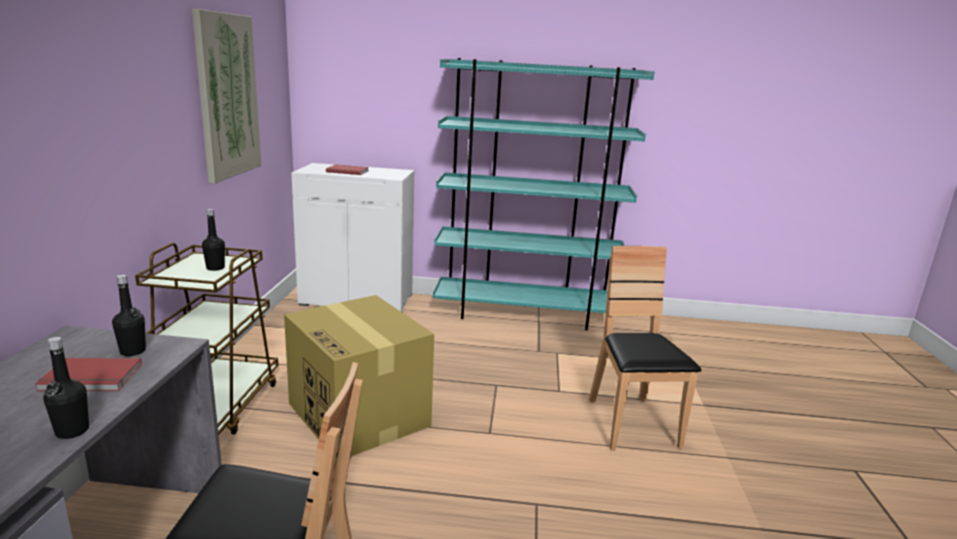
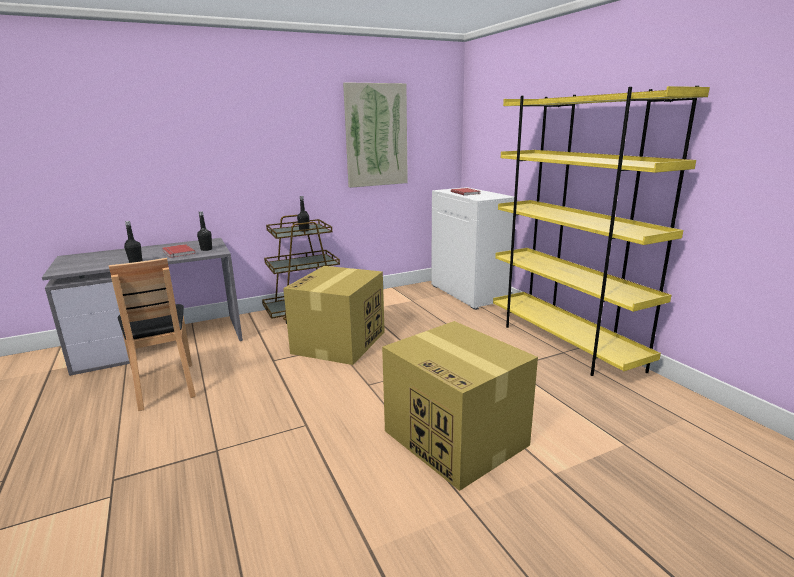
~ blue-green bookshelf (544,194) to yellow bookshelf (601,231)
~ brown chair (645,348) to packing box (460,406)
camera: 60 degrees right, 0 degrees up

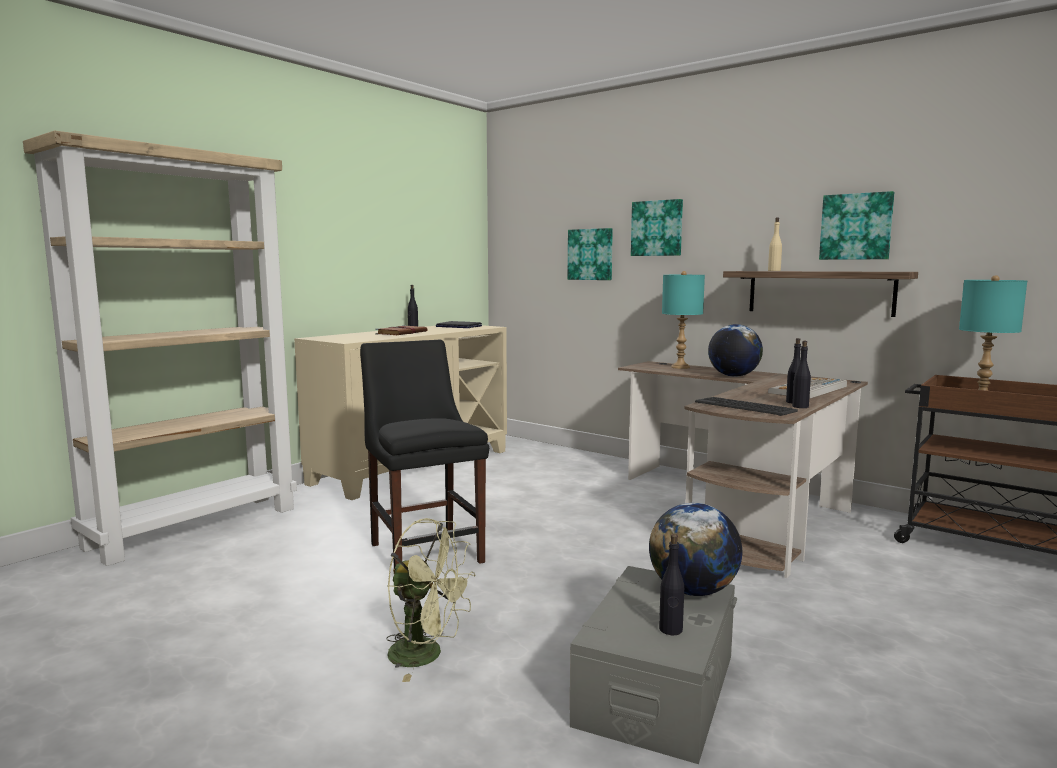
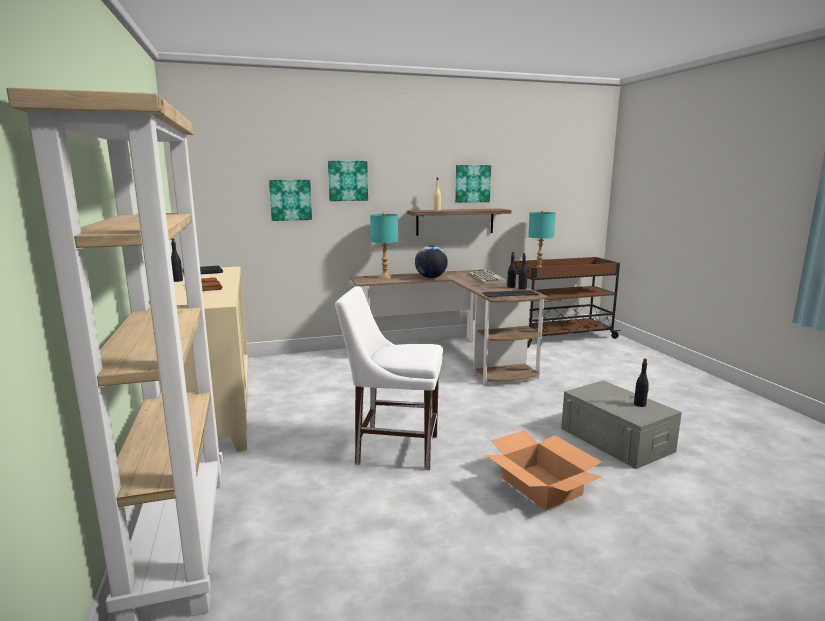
~ black-coloured chair (424,454) to white chair (389,378)
~ green-coloured electric fan (431,600) to packing box (544,470)
- globe (695,549)
camera: 55 degrees left, 5 degrees up

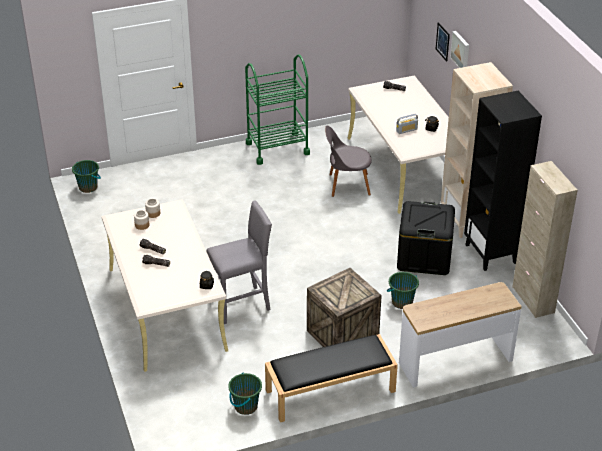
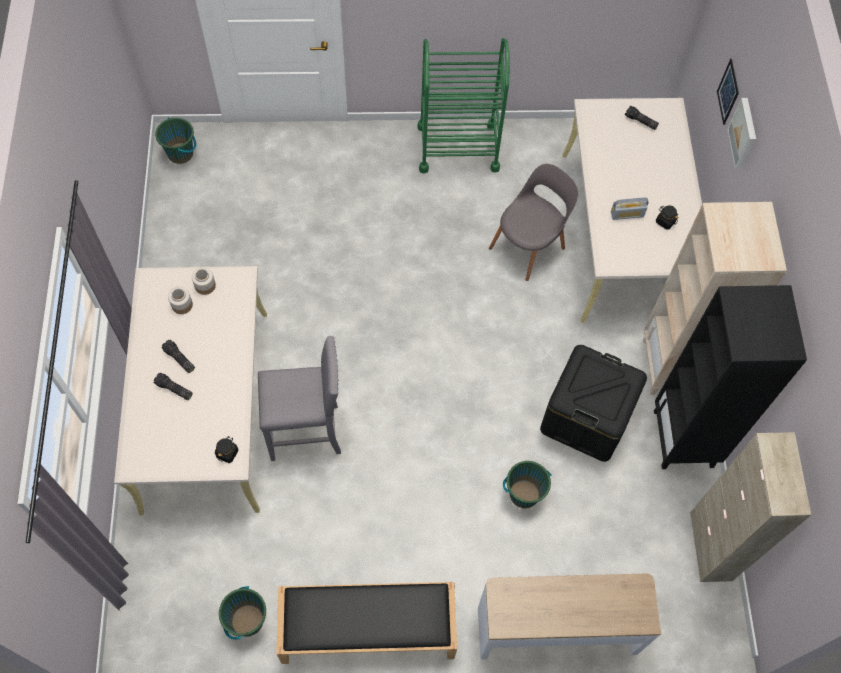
- shipping crate (344,307)
~ greyish chair (348,161) = (533,222) 120 degrees clockwise
camera: 15 degrees right, 25 degrees up

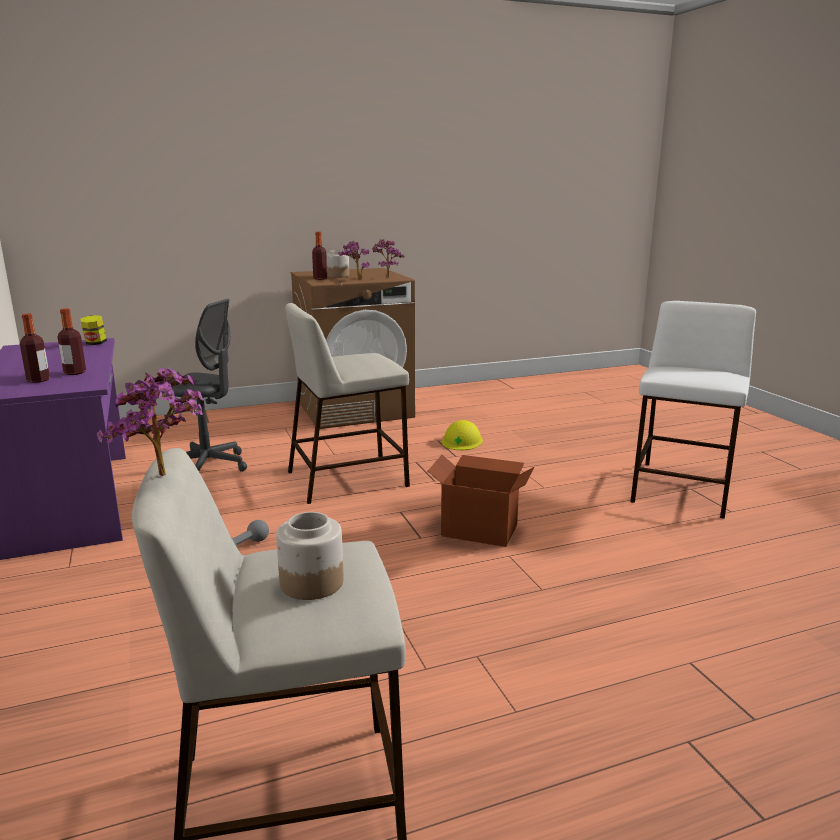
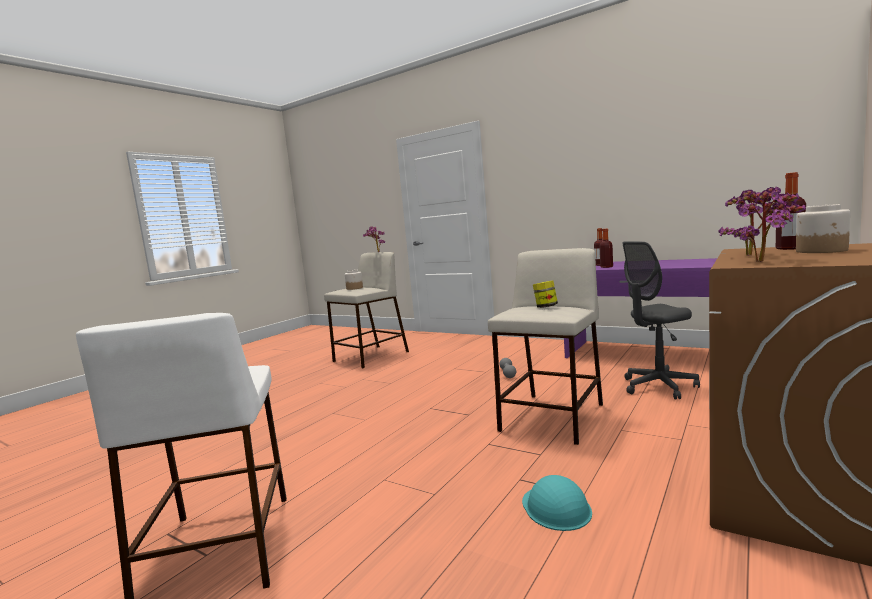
~ preserve jar (93,330) to (545,294)
- packing box (481,501)
~ yellow work helmet (462,435) to blue-green work helmet (557,503)
camera: 145 degrees right, 10 degrees down

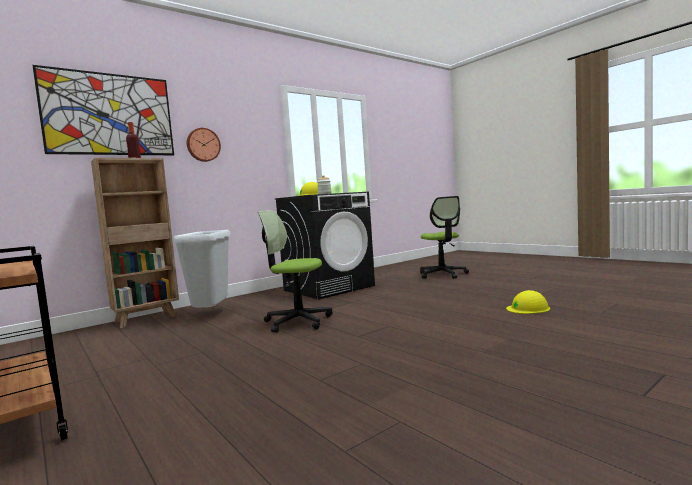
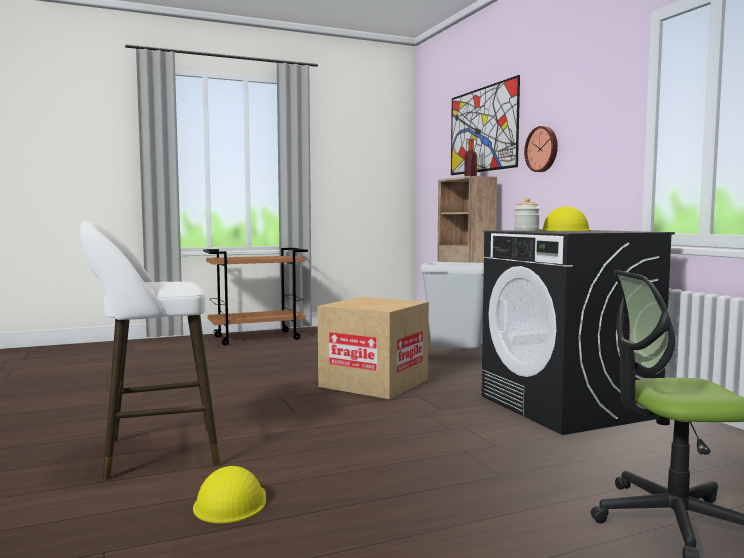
~ office chair (295,271) to packing box (373,348)
+ white stool seat (150,350)
camera: 105 degrees right, 0 degrees up

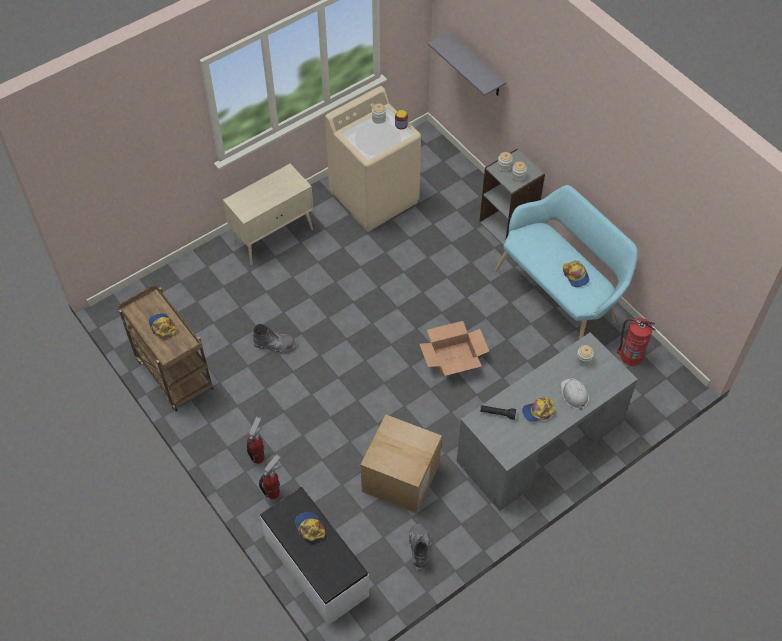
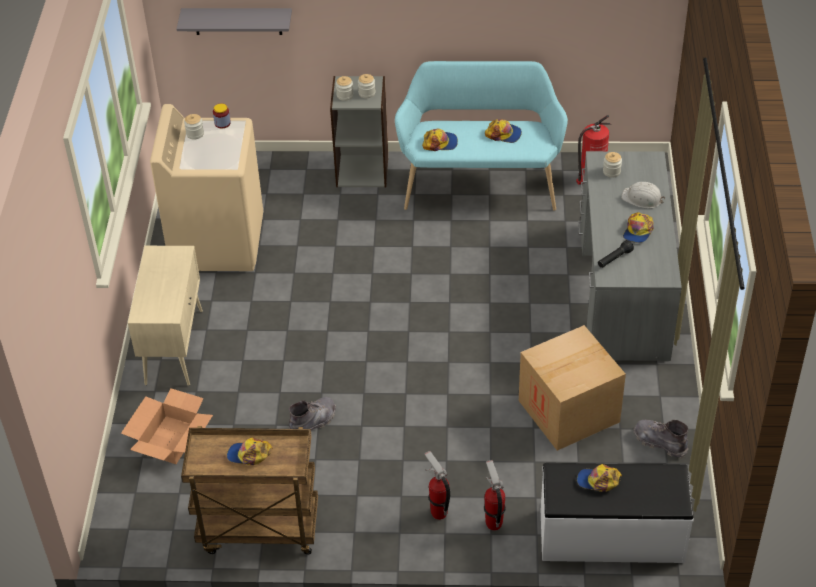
~ packing box (454,348) to (167,426)
+ peaked cap (440,140)
camera: 50 degrees left, 10 degrees down

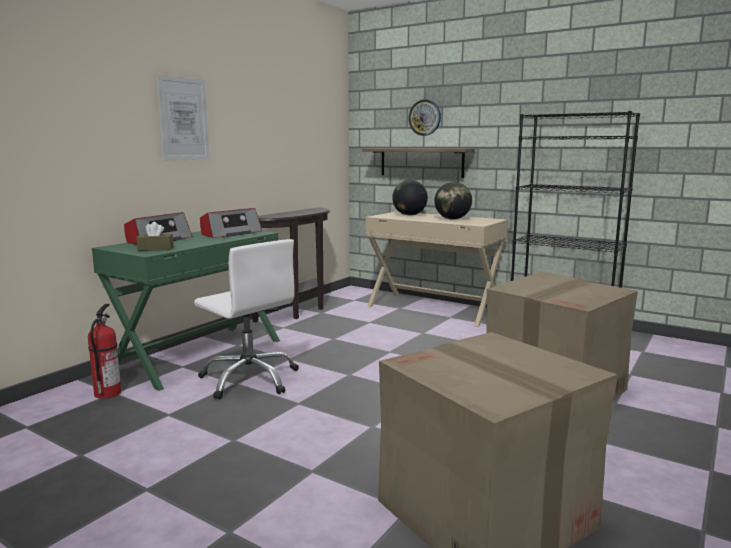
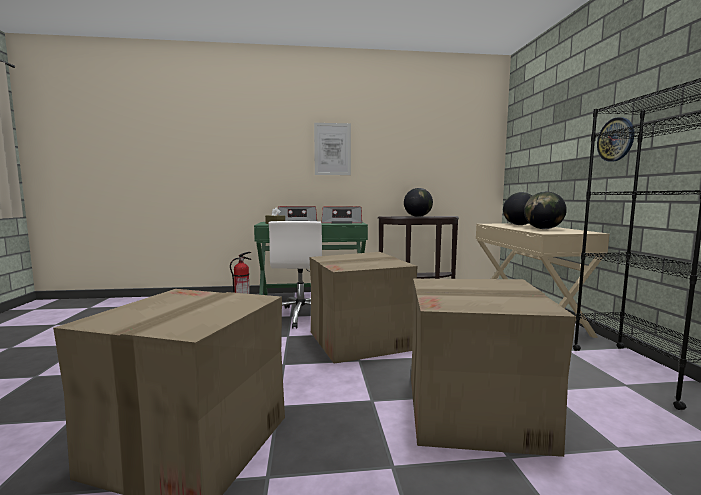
- shelf (418,163)
~ wall clock (425,118) to (615,139)
+ packing box (363,308)
+ globe (418,202)
camera: 50 degrees right, 5 degrees down

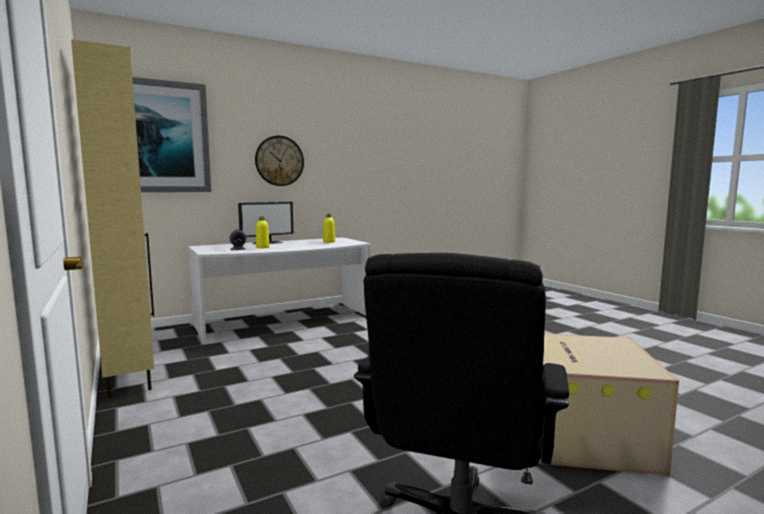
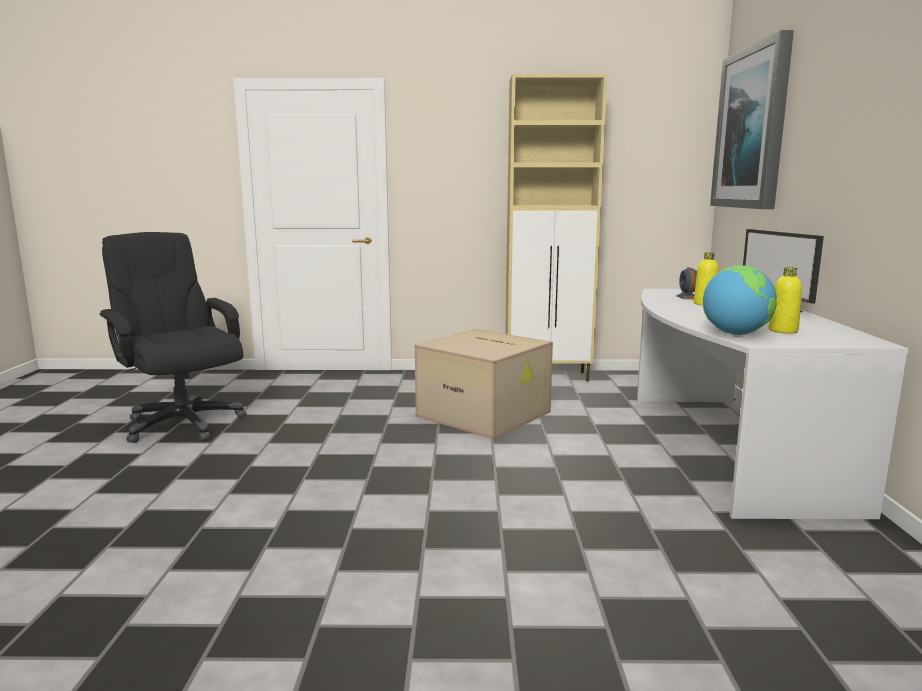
- wall clock (279,161)
~ packing box (608,405) to (484,384)
+ globe (739,300)
camera: 120 degrees right, 5 degrees up

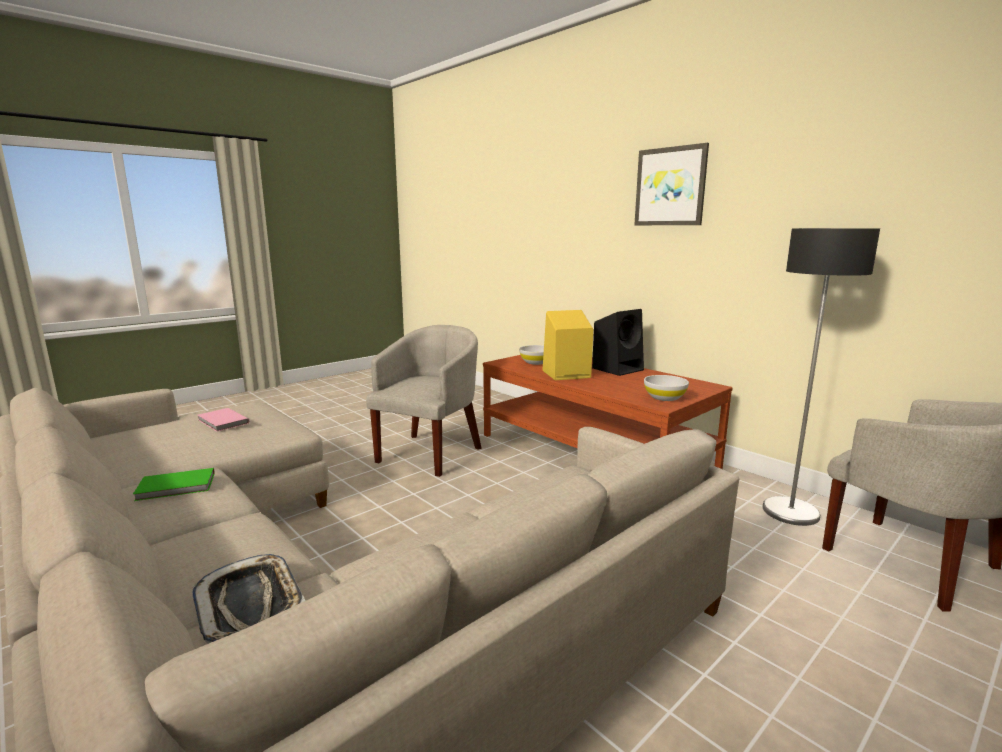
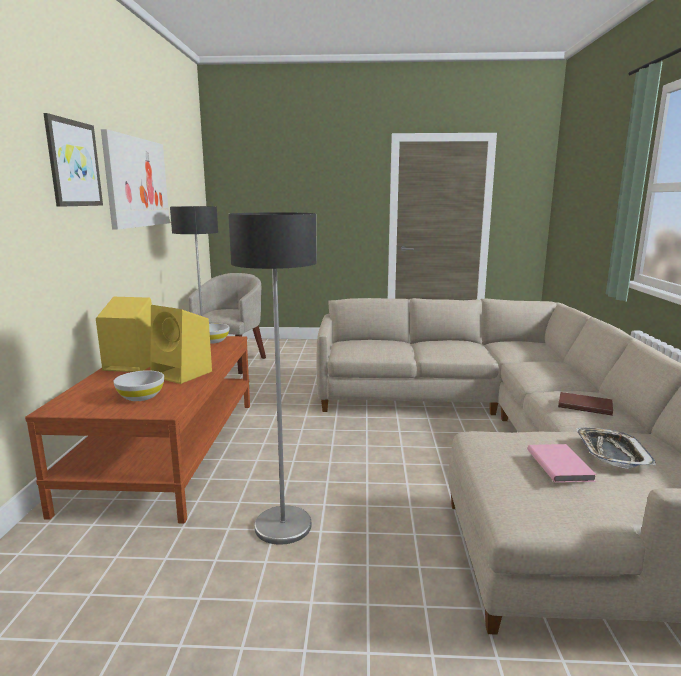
~ green-coloured volume (174,484) to brown volume (585,404)
~ tray (249,599) to (616,448)
~ beige-coloured armchair (424,401) to standing lamp (272,378)
~ black-coloured speaker (618,342) to yellow speaker (124,334)
+ wall art (135,179)
camera: 135 degrees left, 0 degrees up

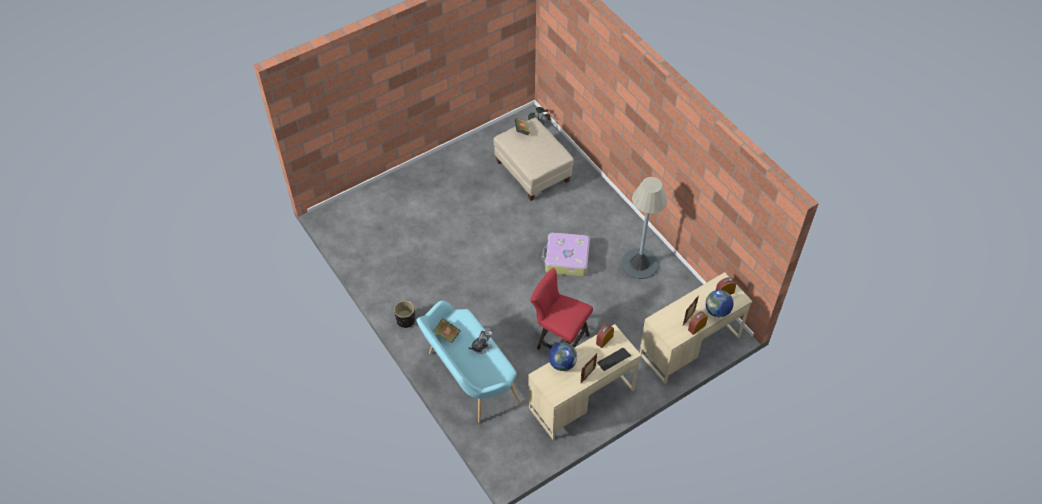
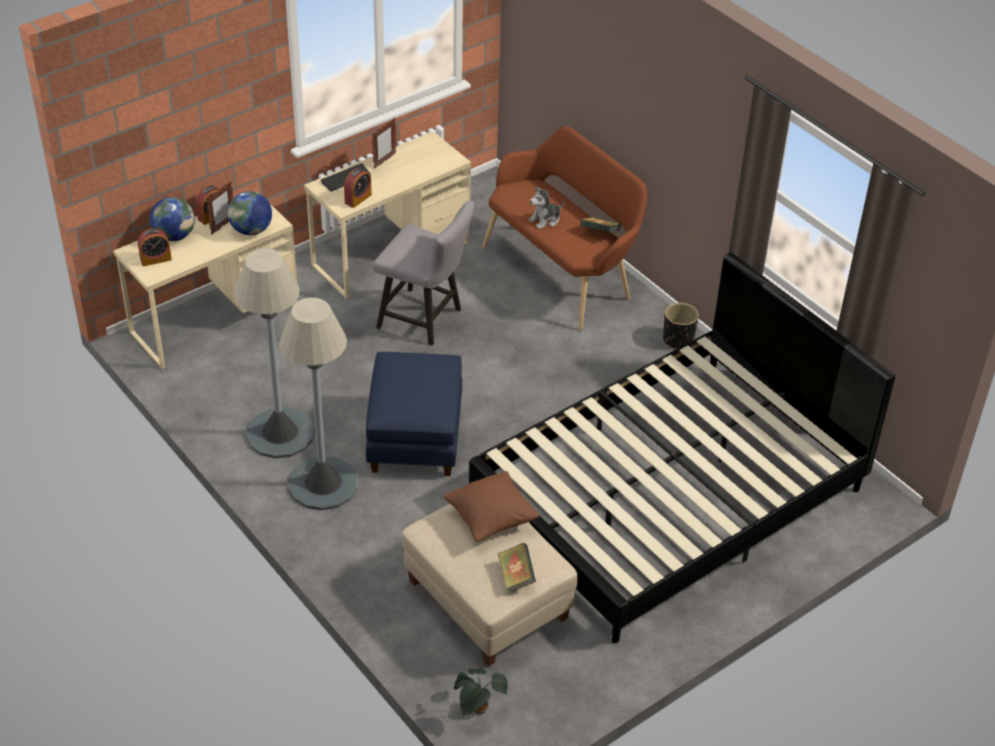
~ blue-green long seat (468,361) to brown long seat (564,228)
~ reddish chair (561,309) to greyish chair (424,273)
~ suitcase (566,254) to blue-coloured footrest (414,414)
~ globe (563,356) to (250,213)
+ greyish standing lamp (318,404)
+ brown cushion (491,506)
+ black-coloured sleeping bed (682,447)
camera: 175 degrees right, 10 degrees down

